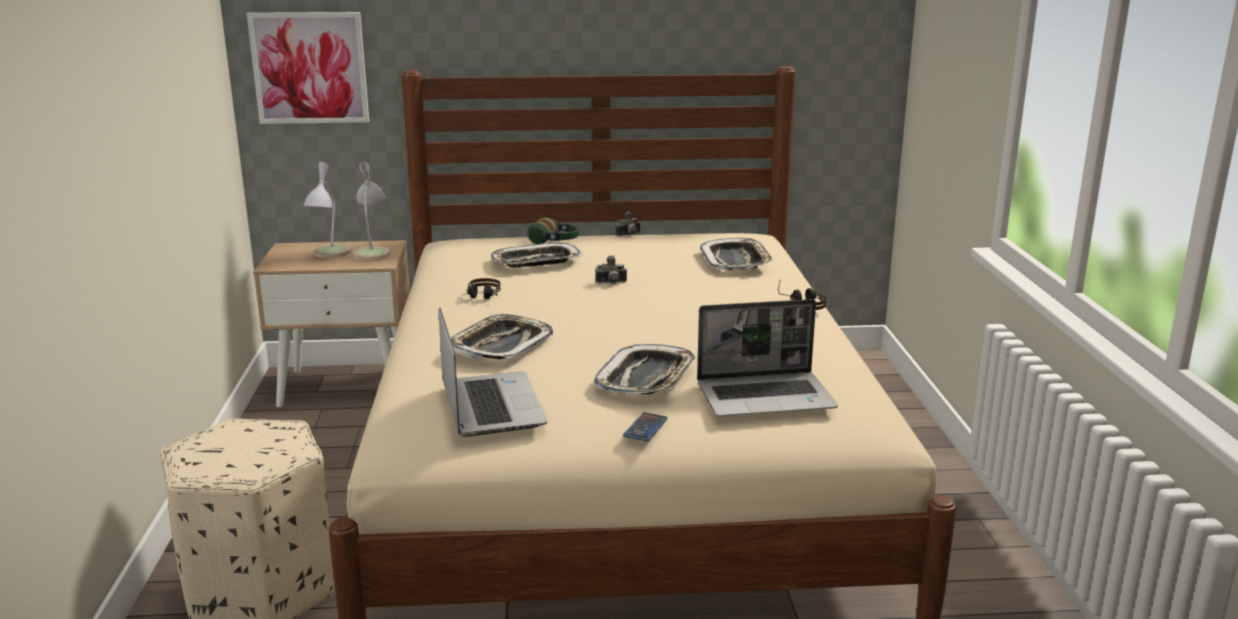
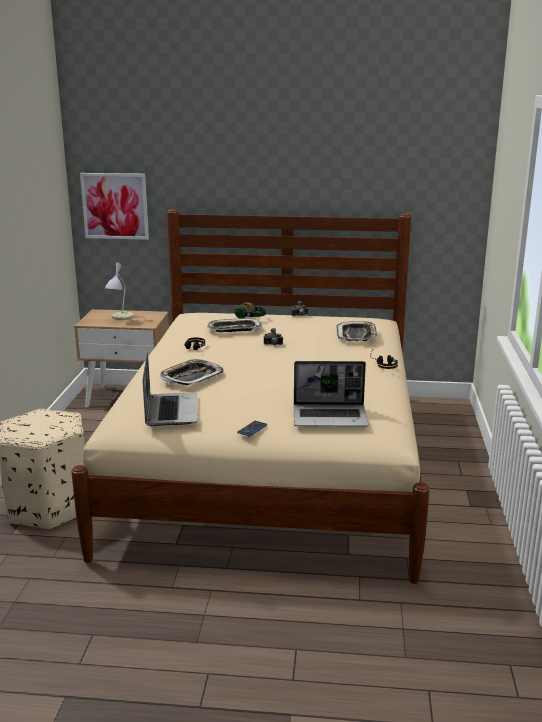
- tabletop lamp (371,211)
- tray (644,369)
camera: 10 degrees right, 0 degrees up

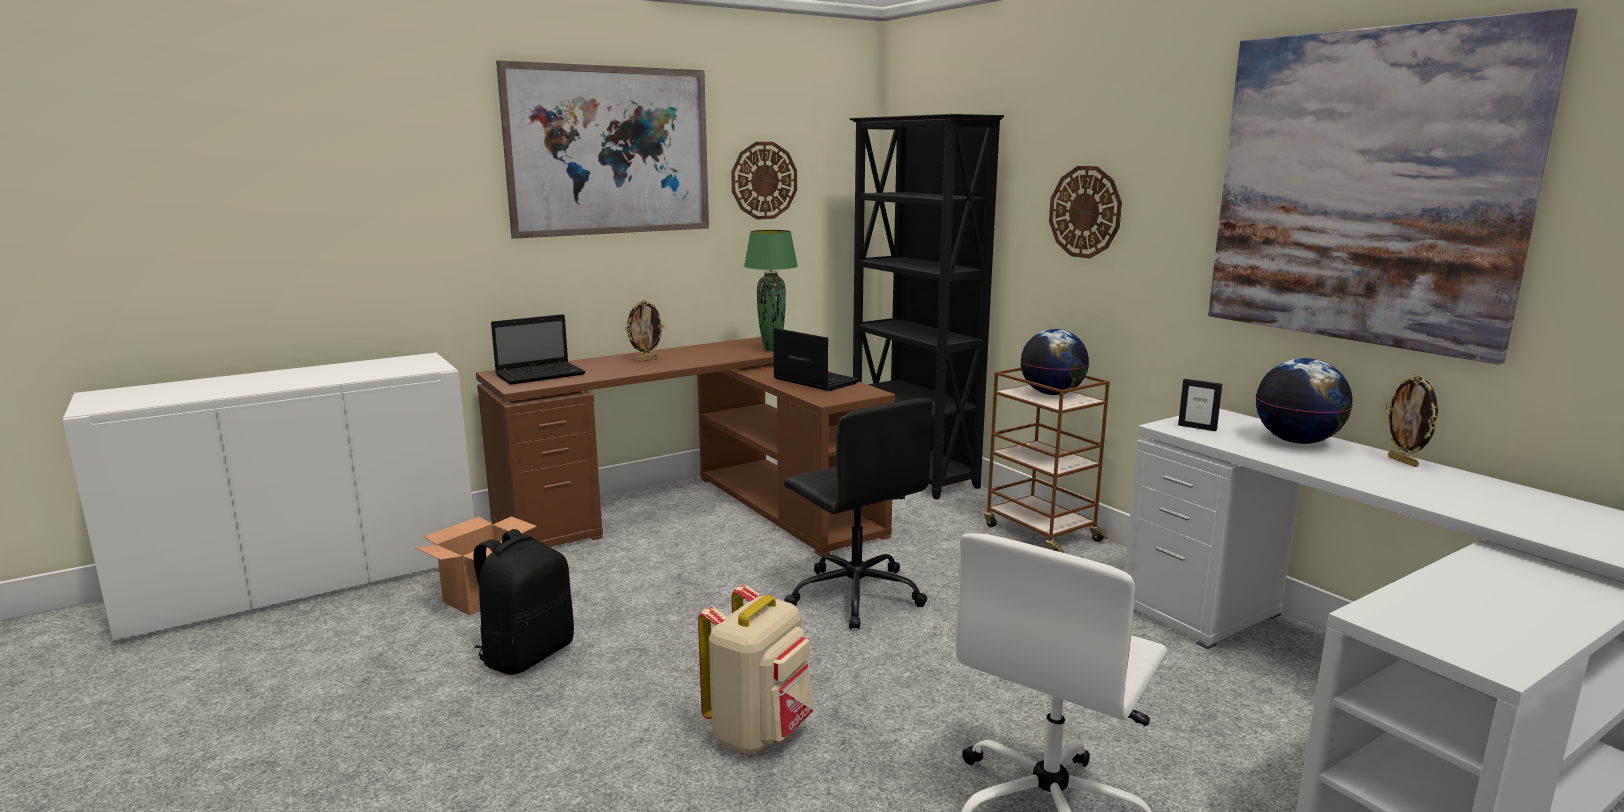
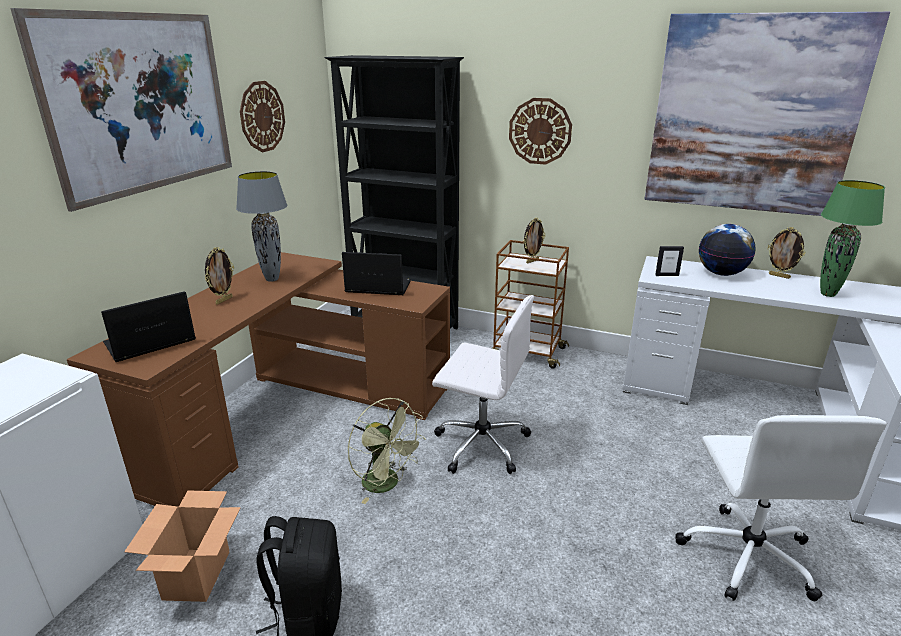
~ laptop (538,349) = (148,326) 150 degrees counterclockwise
- beige-coloured rucksack (755,670)
~ green-coloured tabletop lamp (771,290) to (852,238)
~ black-coloured office chair (858,514) to white office chair (483,384)
~ globe (1054,362) to photo frame (534,240)
+ greyish tabletop lamp (262,226)
+ green-coloured electric fan (386,451)
camera: 35 degrees left, 10 degrees up

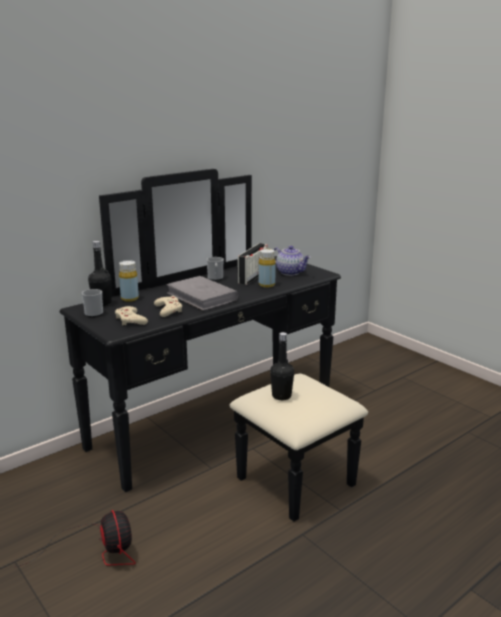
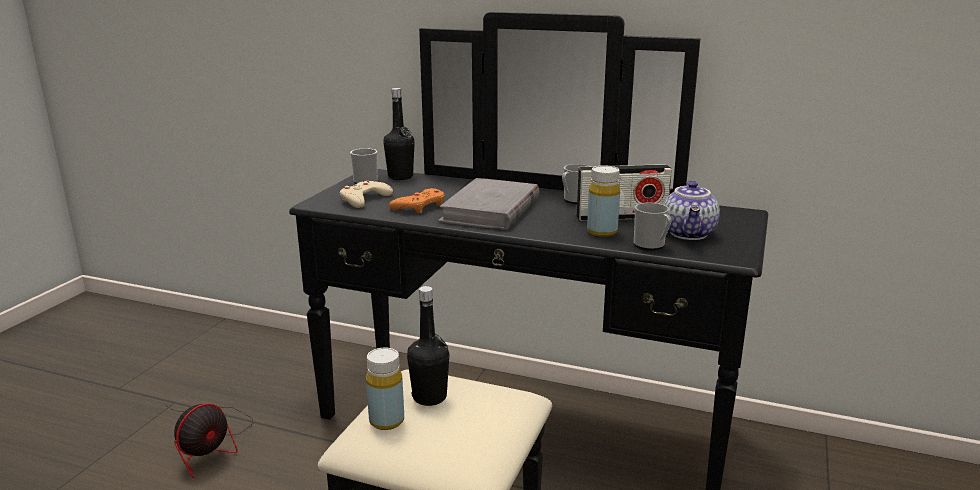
~ yellow beverage bottle (129,281) to (385,389)
~ beige-coloured gamepad (168,306) to orangey gamepad (417,200)
+ coffee mug (653,226)
camera: 60 degrees right, 0 degrees up

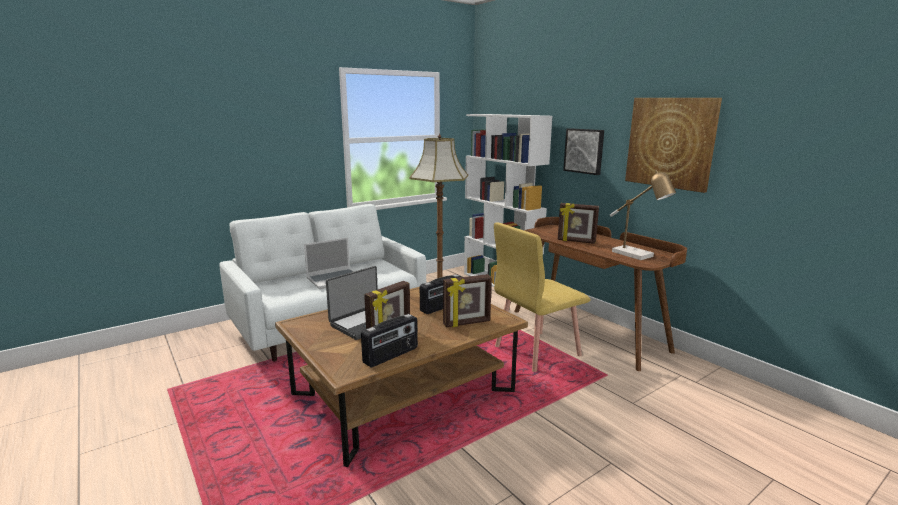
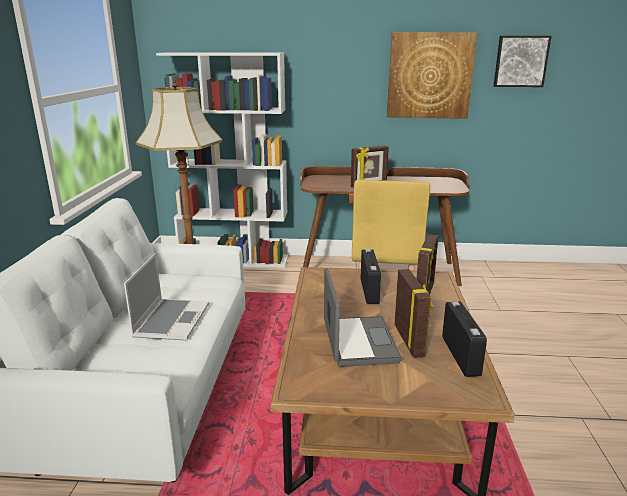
~ wall art (583,151) to (522,61)
- tabletop lamp (643,215)
camera: 50 degrees left, 5 degrees up

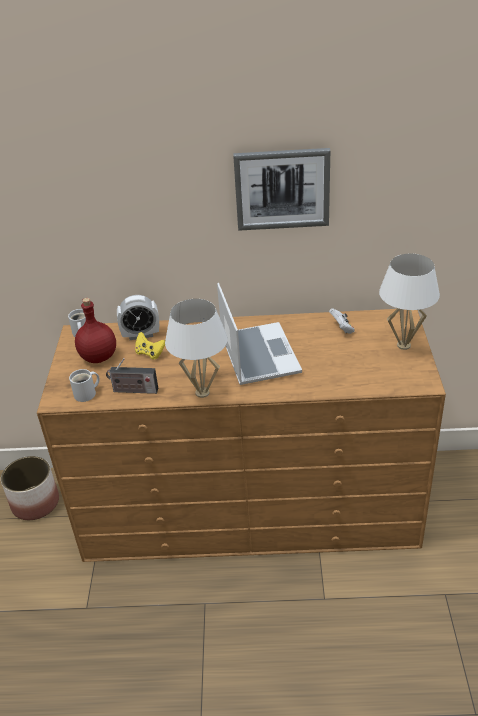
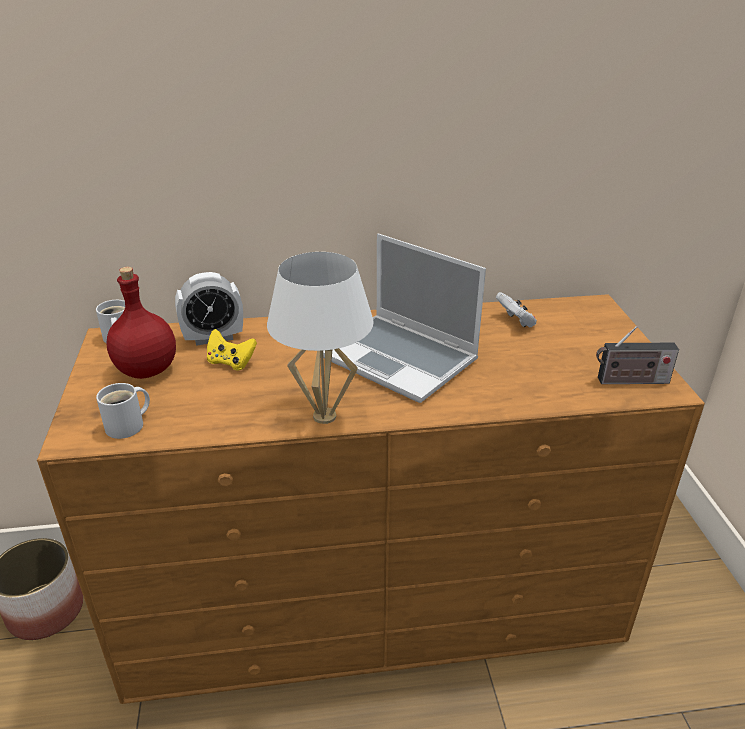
~ radio (132,376) to (637,355)
~ laptop (259,334) = (404,318) 150 degrees clockwise
- wall art (281,189)
- white tabletop lamp (409,302)
camera: 10 degrees left, 5 degrees down

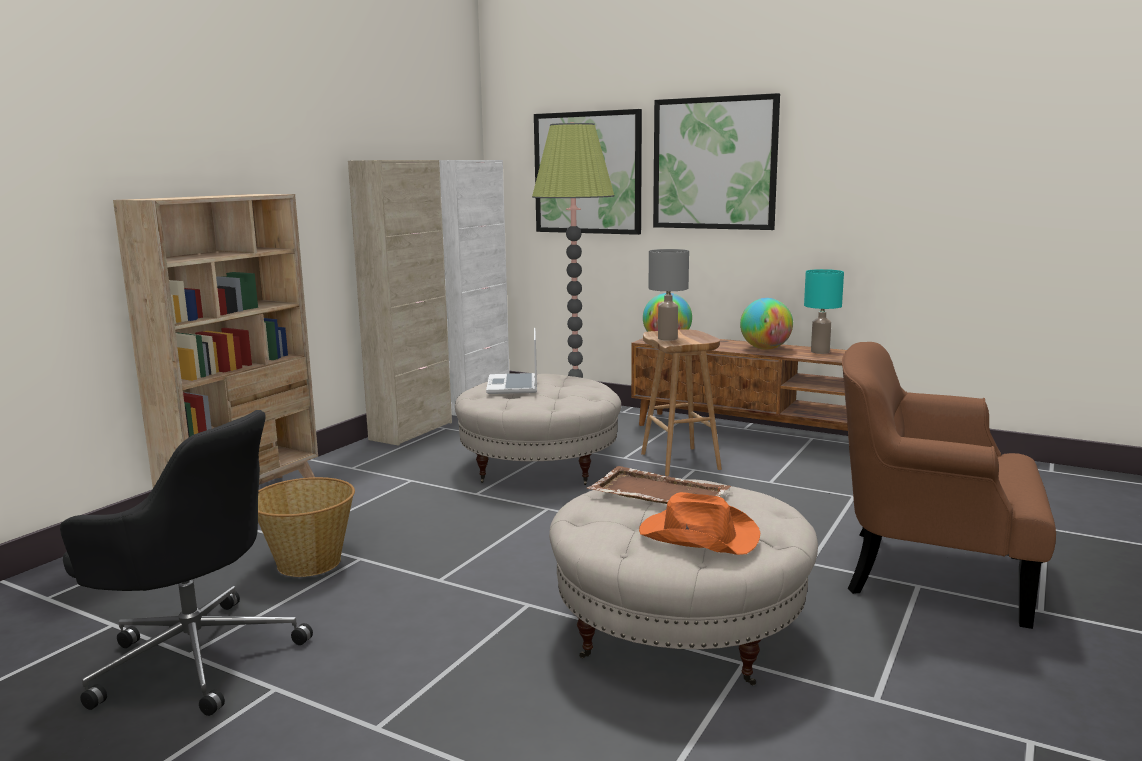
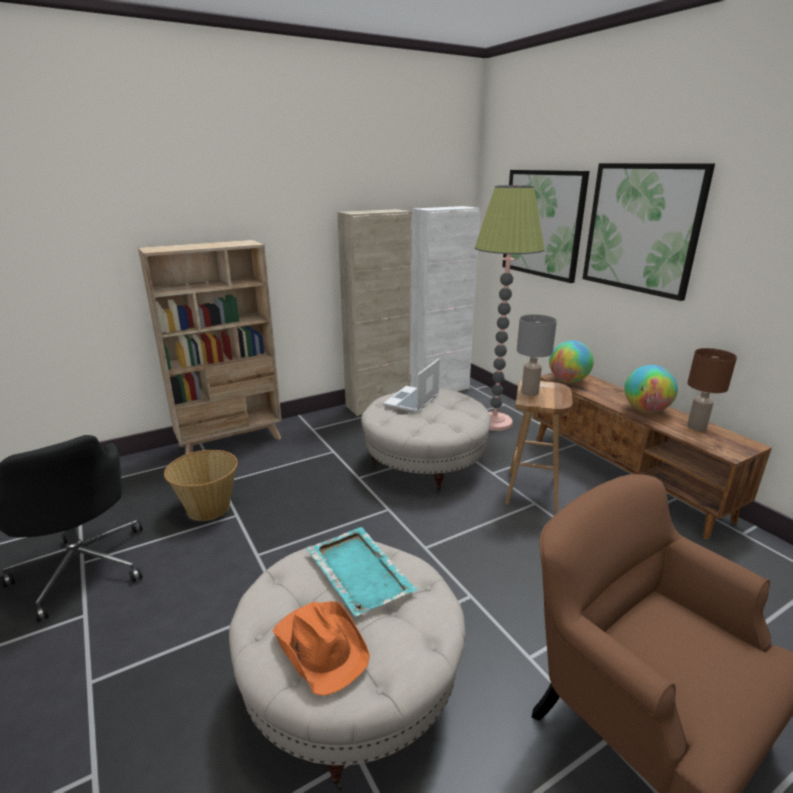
~ brown tray (659,485) to blue-green tray (362,571)
~ blue-green tabletop lamp (824,311) to brown tabletop lamp (712,389)
camera: 30 degrees right, 10 degrees up

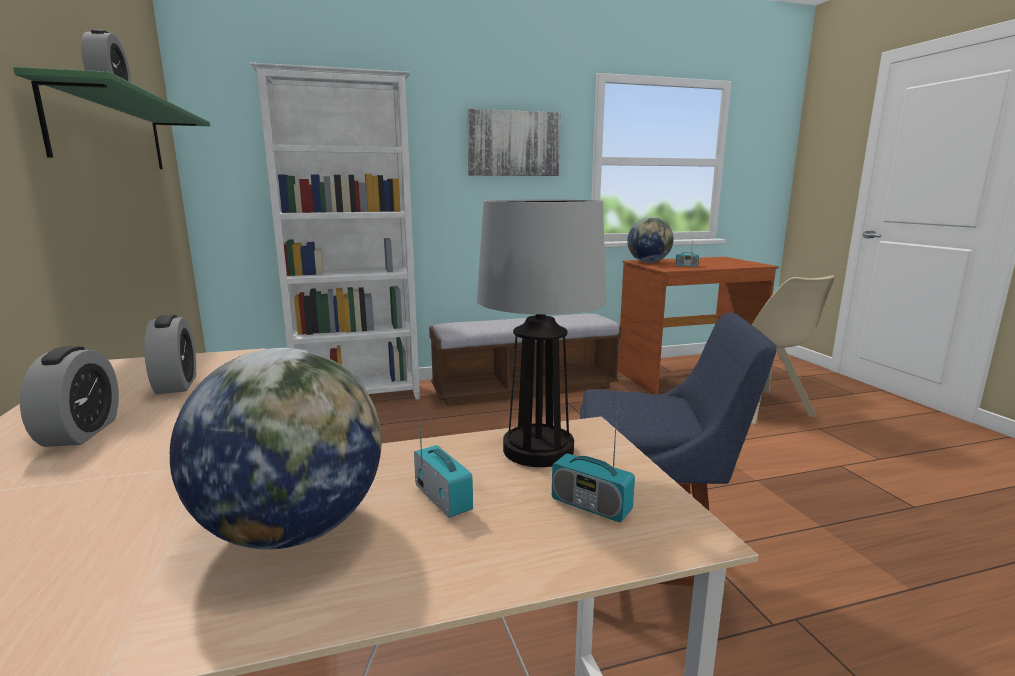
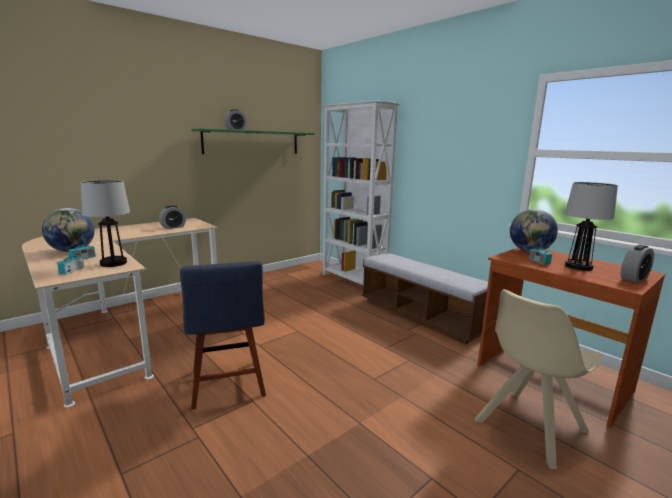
~ alarm clock (69,396) to (637,263)
- wall art (514,142)
+ tabletop lamp (591,226)
camera: 65 degrees right, 0 degrees up

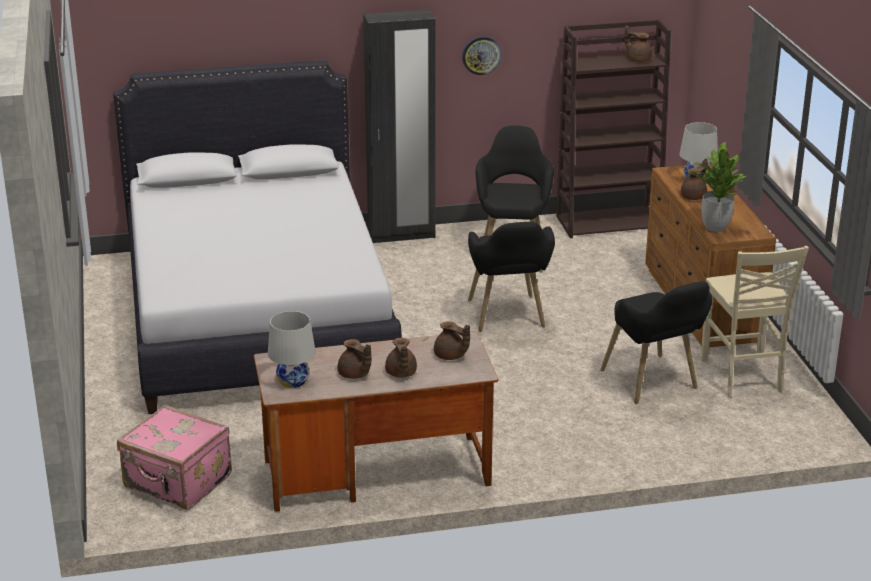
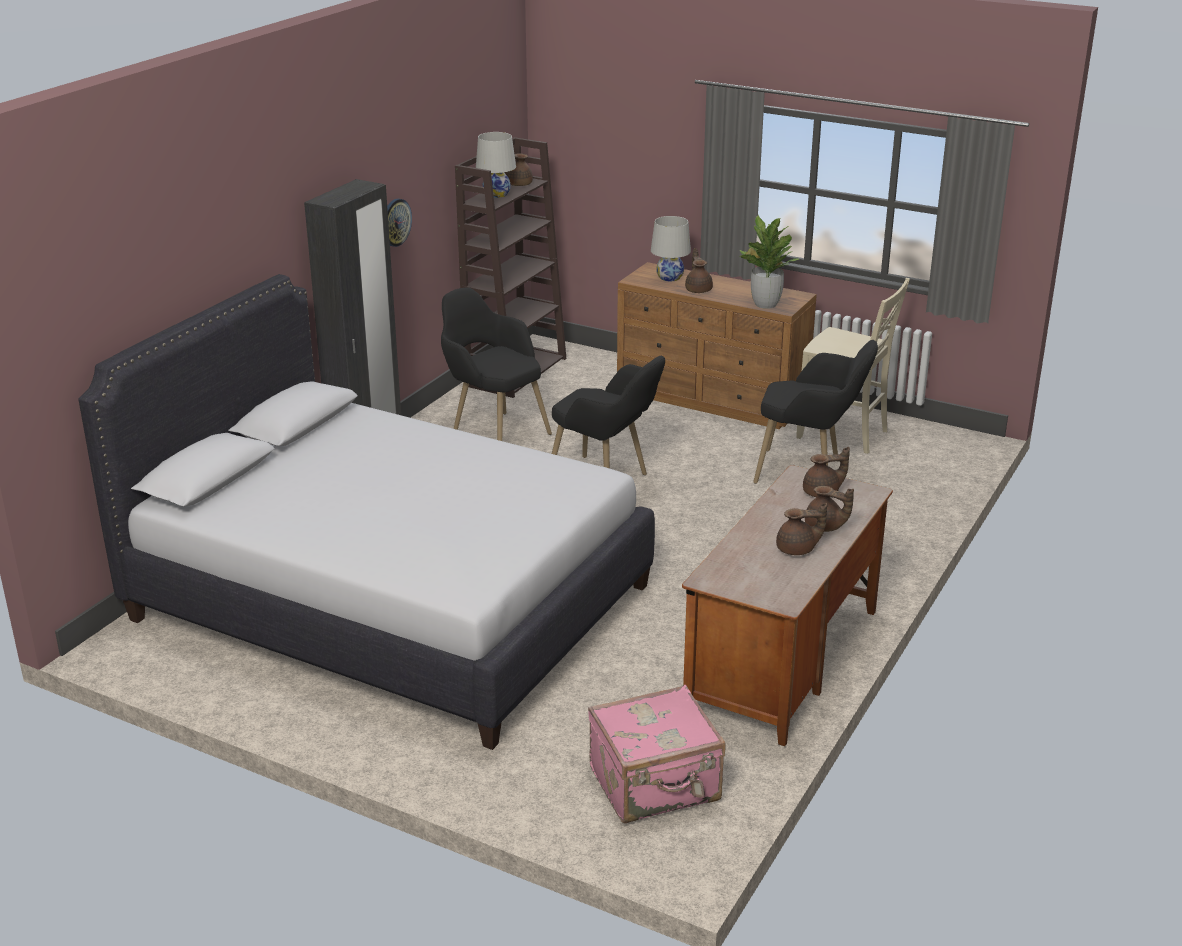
~ white tabletop lamp (292,349) to (496,165)
camera: 50 degrees left, 0 degrees up

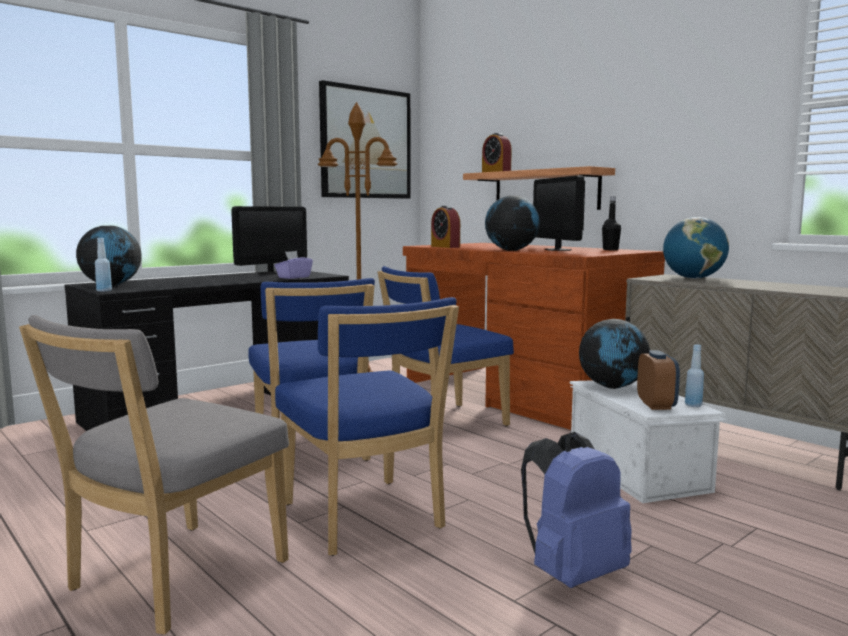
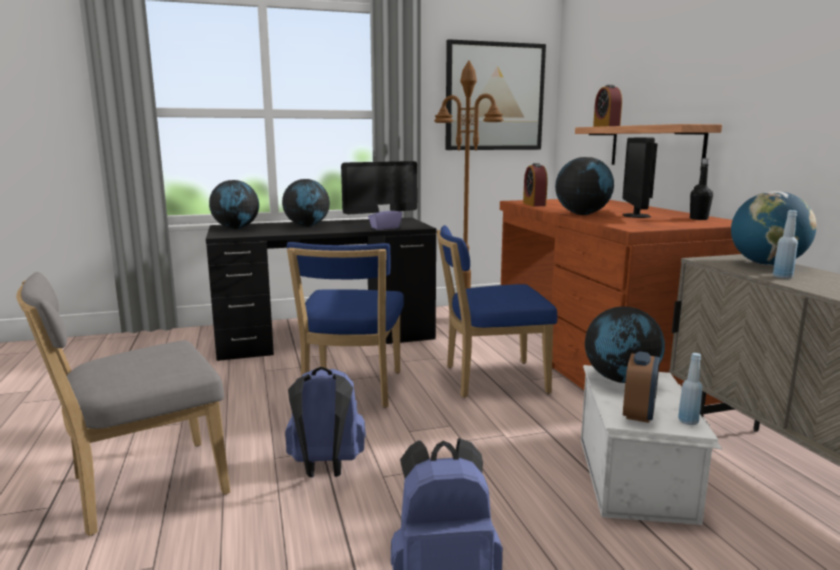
~ blue-coloured beverage bottle (103,265) to (785,244)
~ blue-coloured chair (367,426) to blue-coloured rucksack (325,422)
+ globe (306,203)
camera: 25 degrees right, 5 degrees up

